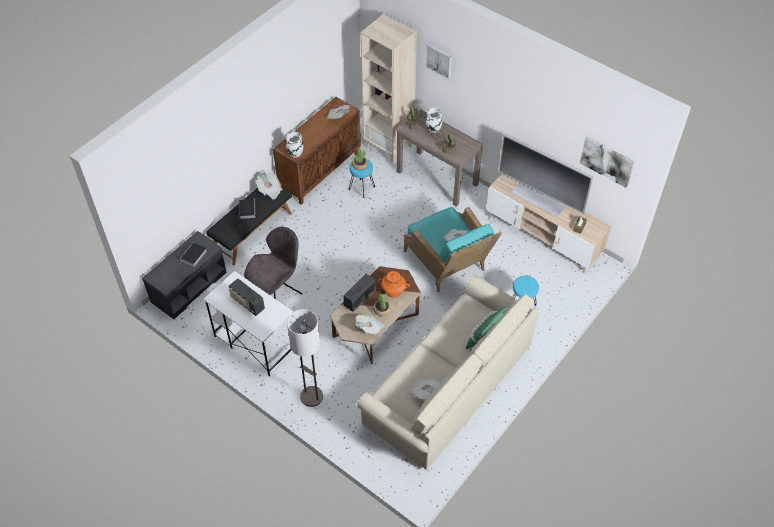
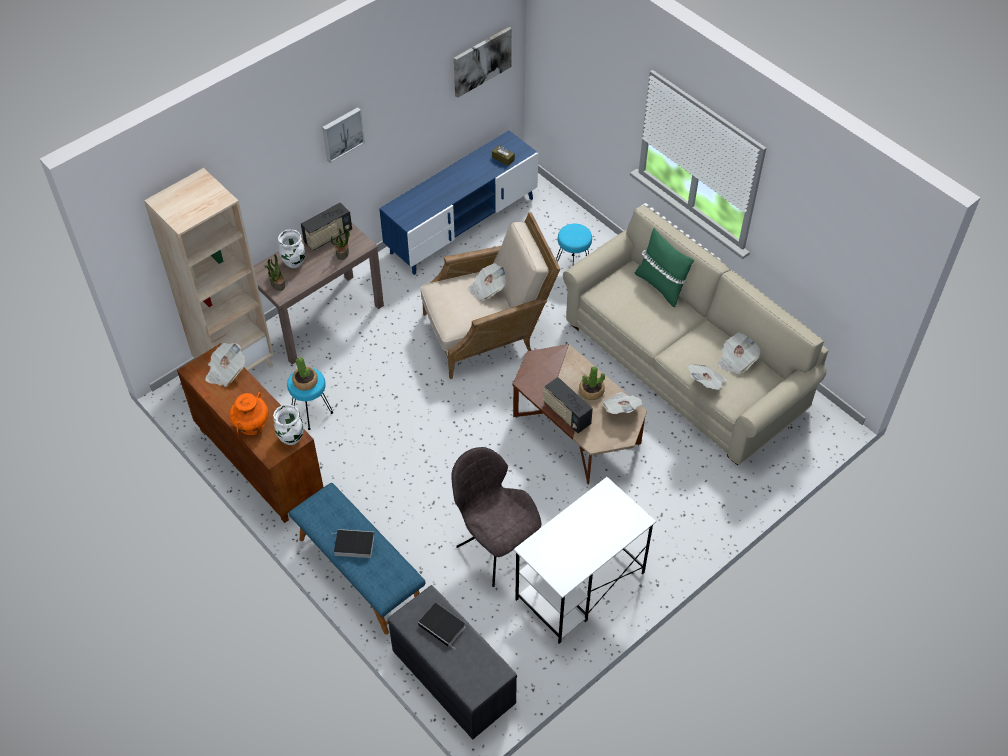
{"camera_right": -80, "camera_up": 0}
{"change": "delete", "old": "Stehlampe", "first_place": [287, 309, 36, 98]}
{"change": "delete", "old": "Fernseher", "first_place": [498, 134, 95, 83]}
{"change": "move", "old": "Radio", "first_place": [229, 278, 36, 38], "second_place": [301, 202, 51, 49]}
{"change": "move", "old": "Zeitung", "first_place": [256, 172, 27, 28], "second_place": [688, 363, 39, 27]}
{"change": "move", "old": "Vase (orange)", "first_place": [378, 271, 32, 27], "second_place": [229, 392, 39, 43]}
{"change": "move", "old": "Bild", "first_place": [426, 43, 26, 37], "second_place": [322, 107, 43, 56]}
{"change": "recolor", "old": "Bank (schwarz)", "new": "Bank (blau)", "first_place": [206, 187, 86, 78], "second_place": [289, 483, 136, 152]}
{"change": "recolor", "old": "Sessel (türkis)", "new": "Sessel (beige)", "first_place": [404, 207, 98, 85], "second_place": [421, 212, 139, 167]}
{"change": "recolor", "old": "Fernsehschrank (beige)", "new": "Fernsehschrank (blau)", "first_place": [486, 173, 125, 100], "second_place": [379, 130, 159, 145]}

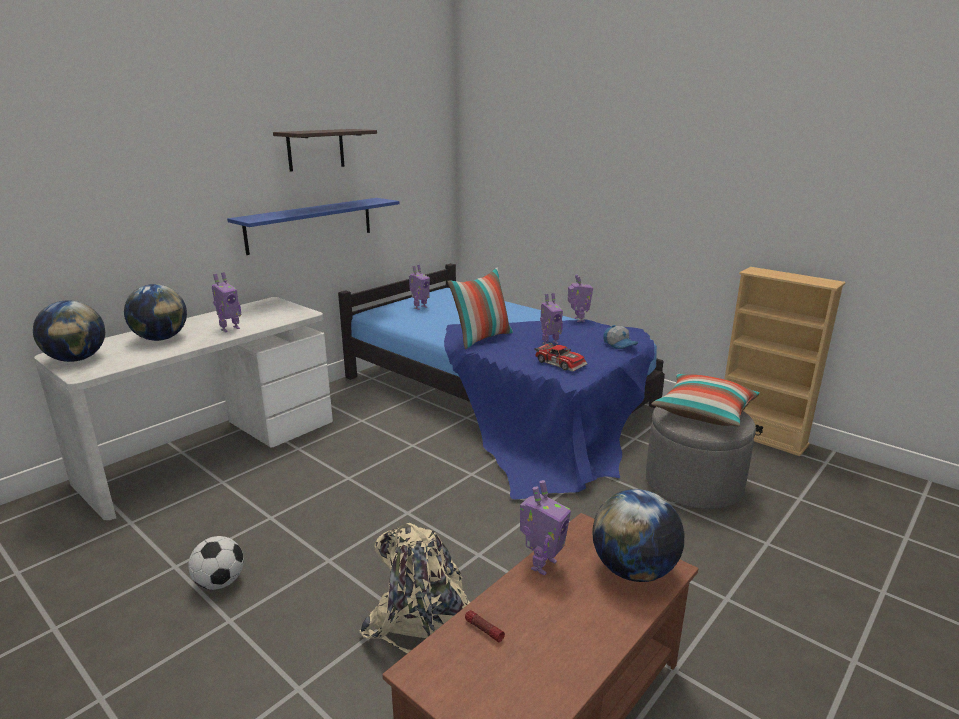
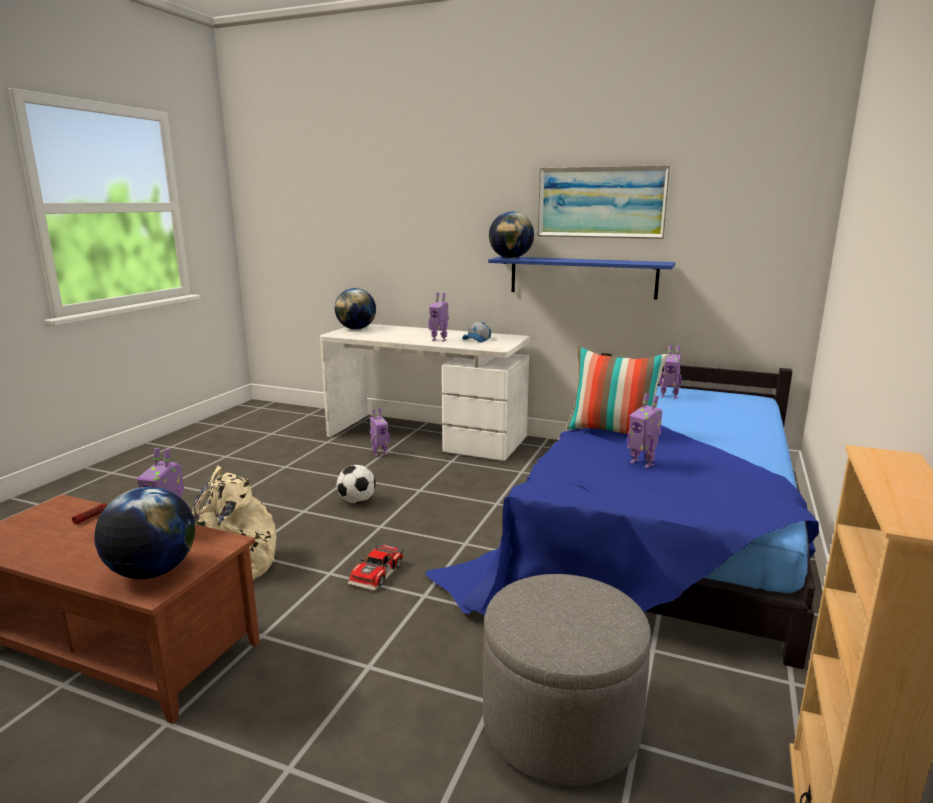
{"camera_right": 70, "camera_up": -5}
{"change": "delete", "old": "Kissen", "first_place": [651, 374, 109, 52]}
{"change": "move", "old": "Globus", "first_place": [124, 284, 63, 57], "second_place": [489, 211, 45, 47]}
{"change": "move", "old": "Fußball", "first_place": [188, 536, 56, 54], "second_place": [337, 465, 39, 39]}
{"change": "move", "old": "Spielzeugauto", "first_place": [534, 342, 53, 30], "second_place": [348, 542, 56, 49]}
{"change": "move", "old": "Spielzeugroboter", "first_place": [568, 274, 25, 48], "second_place": [370, 408, 20, 49]}
{"change": "move", "old": "Kappe", "first_place": [604, 325, 34, 24], "second_place": [463, 322, 28, 20]}
{"change": "replace", "old": "Wandregal", "new": "Bild", "first_place": [273, 129, 104, 43], "second_place": [537, 165, 134, 74]}

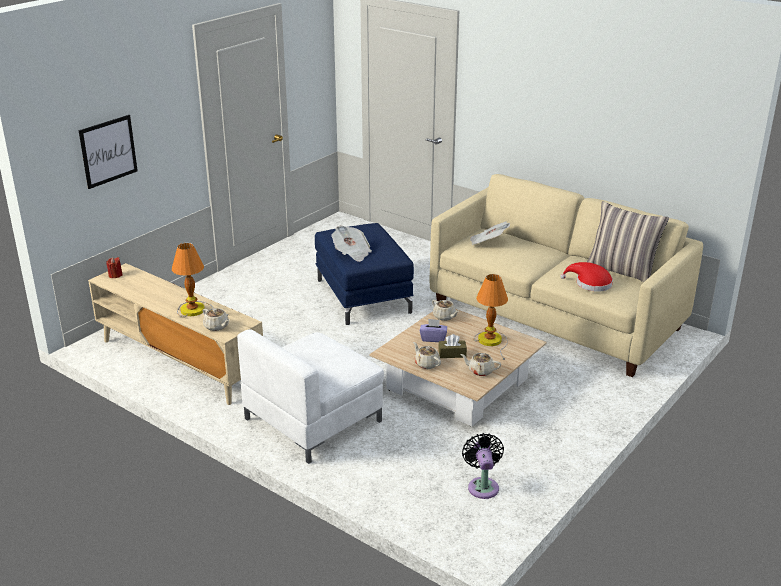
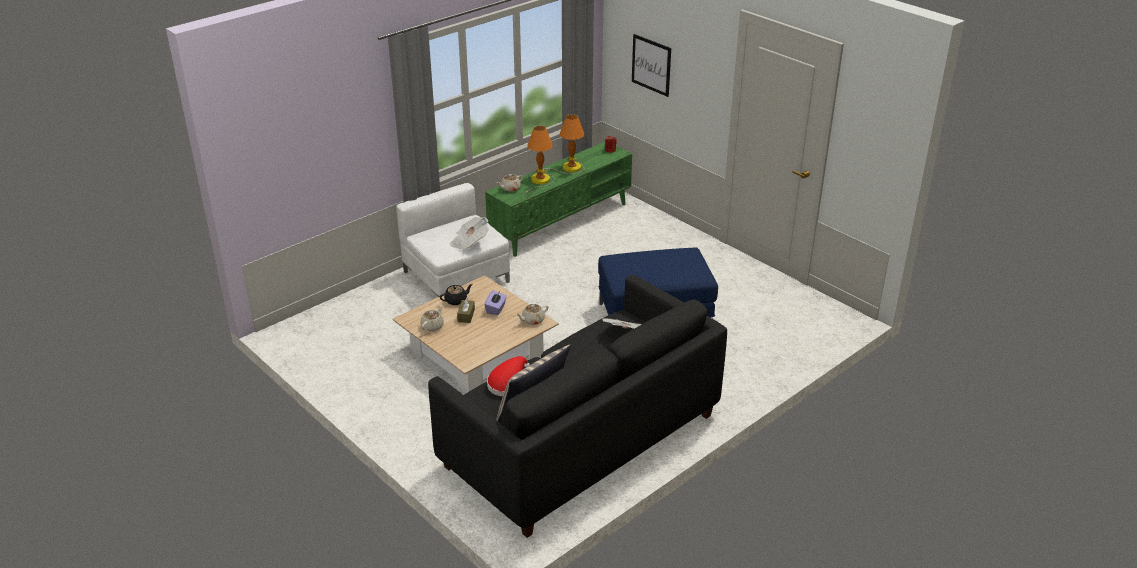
{"camera_right": 100, "camera_up": 5}
{"change": "delete", "old": "Ventilator (schwarz)", "first_place": [462, 433, 42, 66]}
{"change": "move", "old": "Zeitung", "first_place": [331, 225, 41, 37], "second_place": [450, 217, 39, 34]}
{"change": "move", "old": "Tischlampe", "first_place": [473, 274, 35, 86], "second_place": [543, 114, 42, 60]}
{"change": "recolor", "old": "Fernsehschrank (beige)", "new": "Fernsehschrank (grün)", "first_place": [88, 263, 175, 142], "second_place": [485, 142, 147, 115]}
{"change": "recolor", "old": "Teekanne (beige)", "new": "Teekanne (schwarz)", "first_place": [413, 342, 28, 27], "second_place": [440, 284, 33, 21]}
{"change": "recolor", "old": "Sofa (beige)", "new": "Sofa (schwarz)", "first_place": [430, 174, 273, 203], "second_place": [428, 275, 299, 263]}

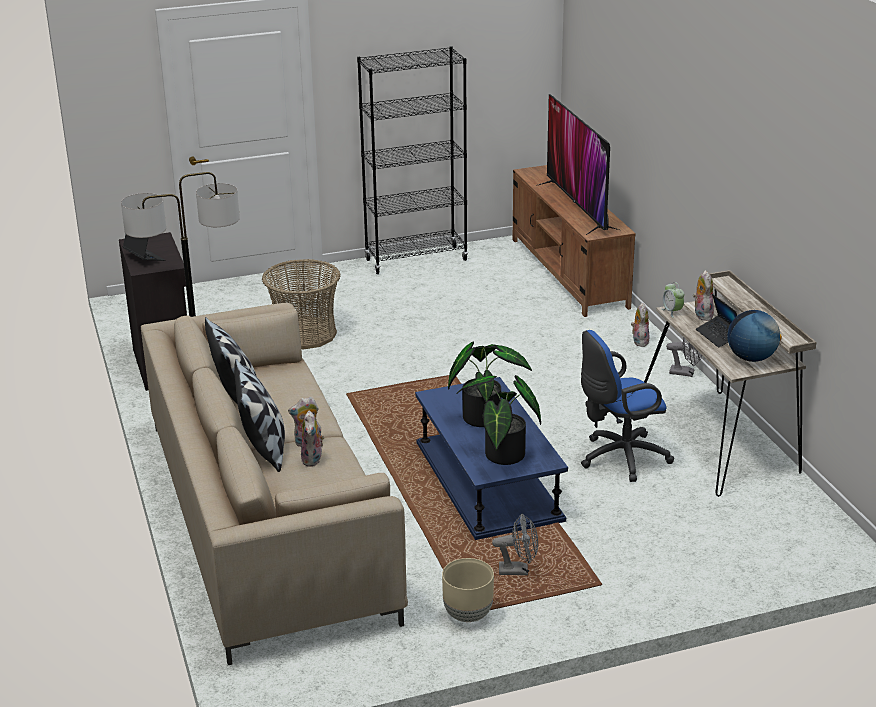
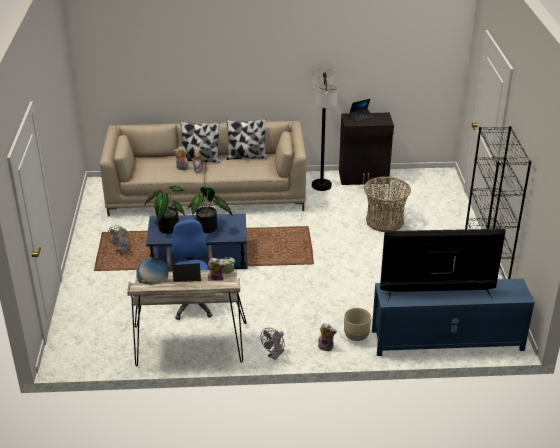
{"camera_right": 105, "camera_up": 5}
{"change": "move", "old": "Pflanzkübel (beige)", "first_place": [442, 558, 52, 64], "second_place": [344, 308, 27, 33]}
{"change": "recolor", "old": "Fernsehschrank (braun)", "new": "Fernsehschrank (blau)", "first_place": [513, 165, 123, 152], "second_place": [372, 278, 163, 78]}

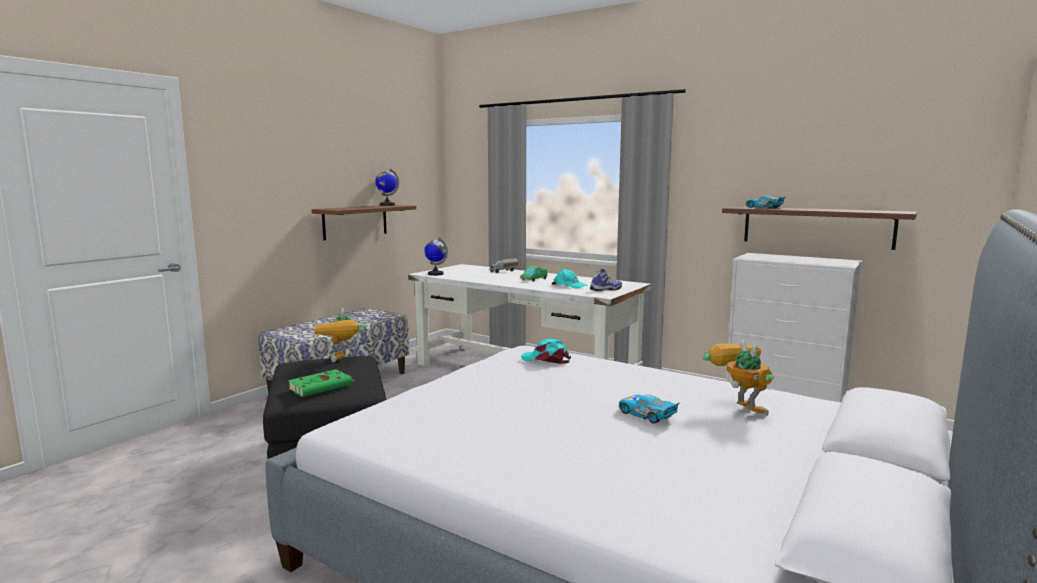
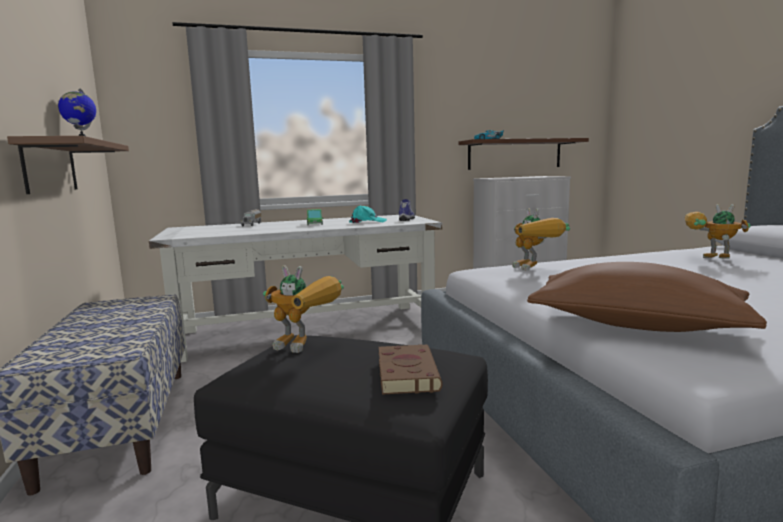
{"camera_right": -50, "camera_up": 0}
{"change": "delete", "old": "Globus", "first_place": [424, 238, 24, 38]}
{"change": "delete", "old": "Spielzeugauto", "first_place": [619, 394, 60, 30]}
{"change": "insert", "new": "Kissen (braun)", "second_place": [527, 262, 240, 70]}
{"change": "replace", "old": "Kappe (türkis)", "new": "Spielzeugroboter", "first_place": [521, 339, 50, 25], "second_place": [512, 208, 58, 63]}
{"change": "recolor", "old": "Buch (grün)", "new": "Buch (braun)", "first_place": [288, 369, 67, 28], "second_place": [378, 344, 65, 51]}

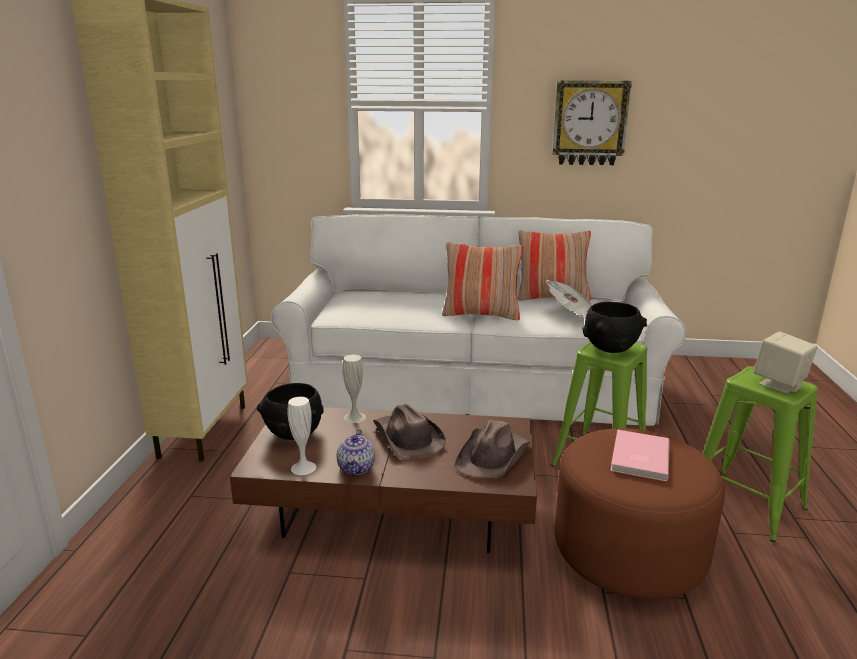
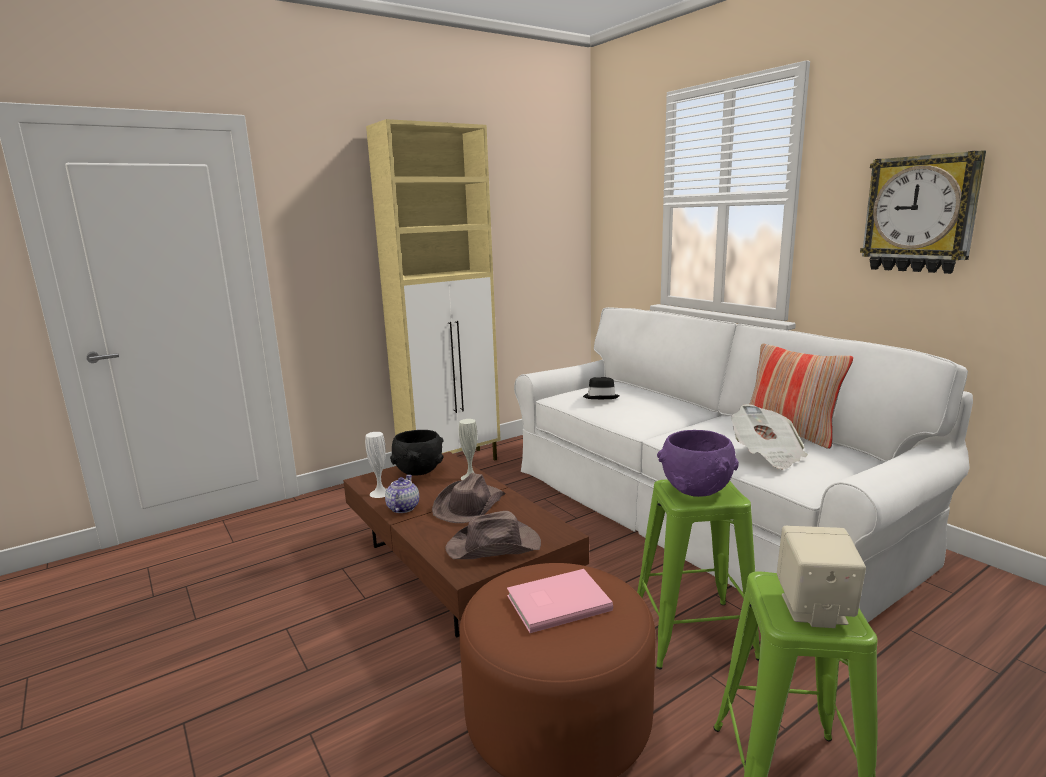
{"camera_right": 50, "camera_up": -5}
{"change": "delete", "old": "Kissen", "first_place": [442, 242, 82, 78]}
{"change": "insert", "new": "Hut (schwarz)", "second_place": [583, 377, 37, 22]}
{"change": "recolor", "old": "Schüssel (schwarz)", "new": "Schüssel (lila)", "first_place": [582, 302, 65, 51], "second_place": [657, 430, 82, 67]}
{"change": "rotate", "old": "Teekanne", "first_place": [337, 429, 38, 46], "second_place": [385, 475, 34, 38], "degrees": 135}

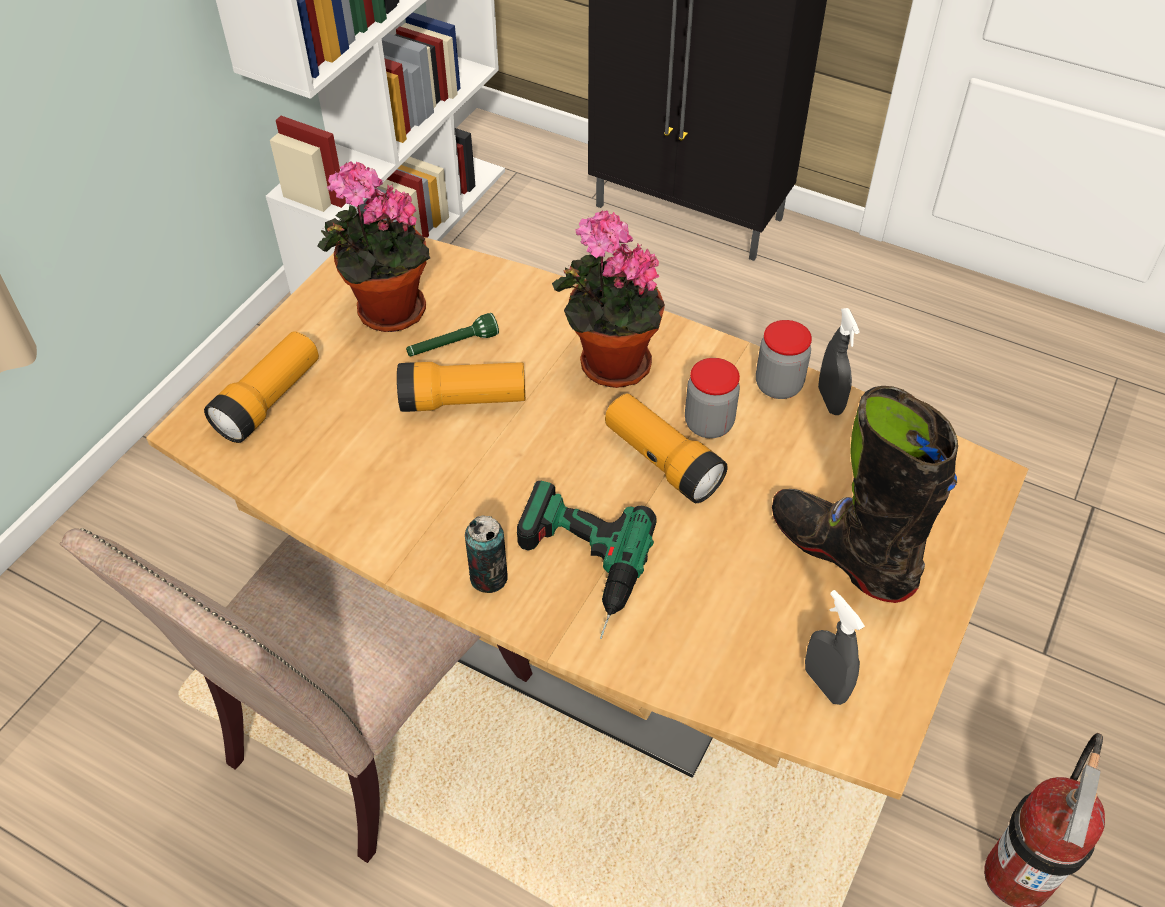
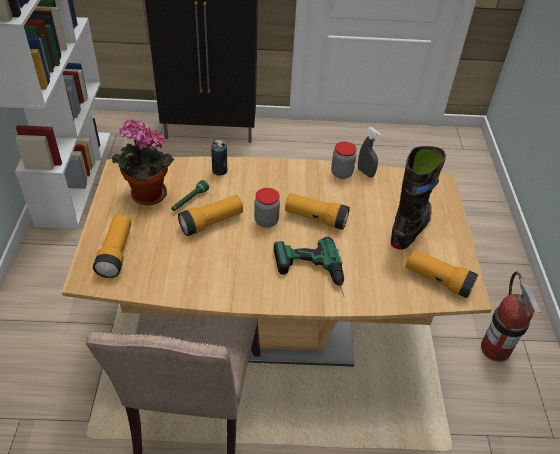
{"camera_right": -30, "camera_up": -5}
{"change": "delete", "old": "Topfpflanze", "first_place": [552, 210, 113, 178]}
{"change": "move", "old": "Dose", "first_place": [465, 516, 43, 77], "second_place": [211, 140, 16, 36]}
{"change": "move", "old": "Vorratsglas", "first_place": [685, 358, 55, 80], "second_place": [254, 188, 26, 40]}
{"change": "replace", "old": "Sprühflasche (grau)", "new": "Taschenlampe", "first_place": [805, 590, 60, 115], "second_place": [406, 249, 72, 49]}
{"change": "rotate", "old": "Stiefel (schwarz)", "first_place": [772, 386, 186, 217], "second_place": [391, 146, 55, 104], "degrees": 105}

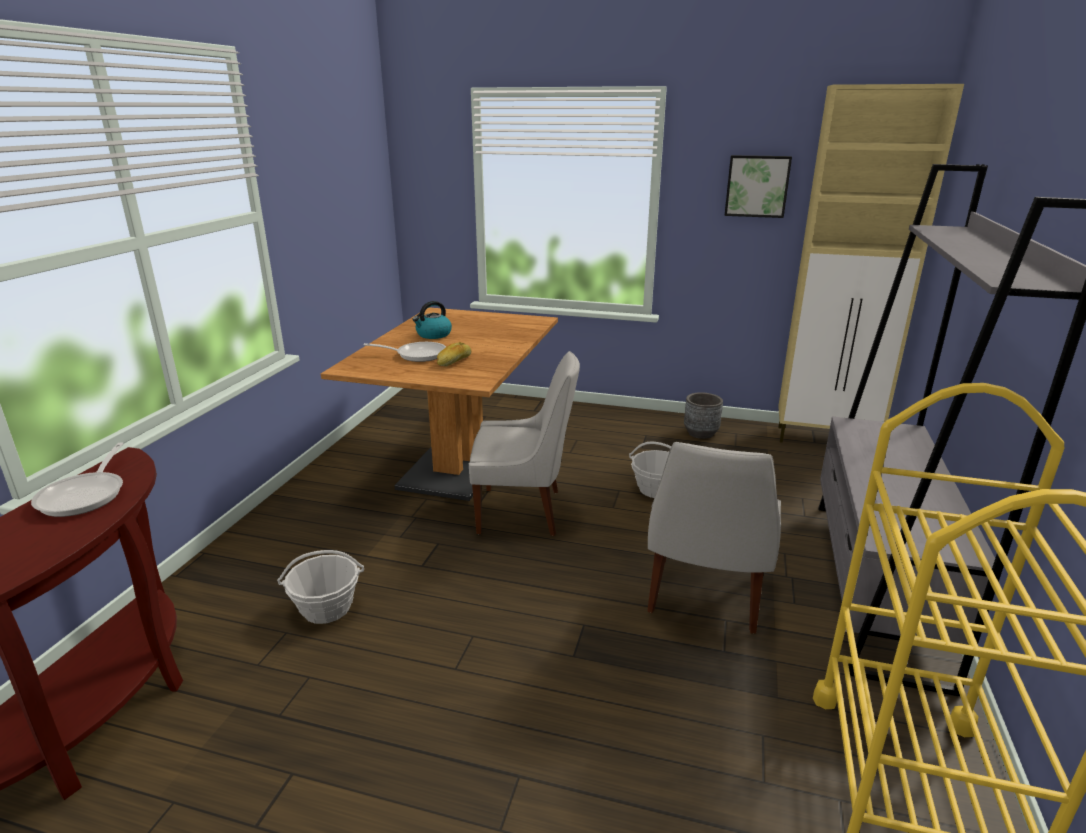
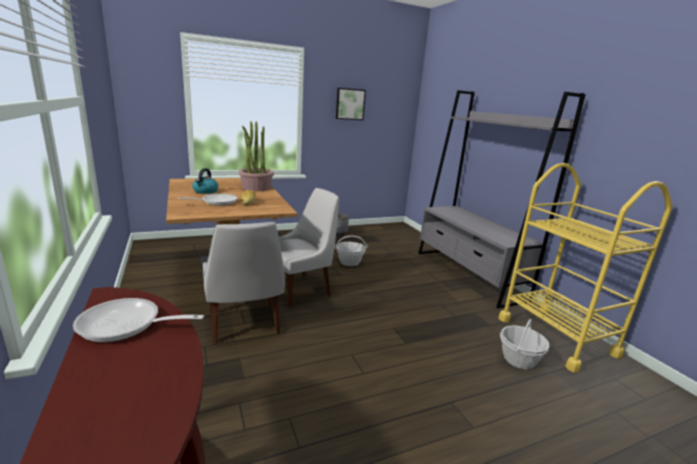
{"camera_right": -40, "camera_up": -5}
{"change": "delete", "old": "Schrank (beige)", "first_place": [778, 84, 186, 359]}
{"change": "insert", "new": "Topfpflanze", "second_place": [238, 121, 36, 70]}
{"change": "move", "old": "Korb", "first_place": [277, 550, 87, 74], "second_place": [500, 319, 49, 50]}
{"change": "move", "old": "Stuhl (weiß)", "first_place": [647, 442, 134, 192], "second_place": [203, 222, 82, 121]}
{"change": "rotate", "old": "Pfanne", "first_place": [31, 442, 93, 75], "second_place": [73, 298, 131, 44], "degrees": 135}

